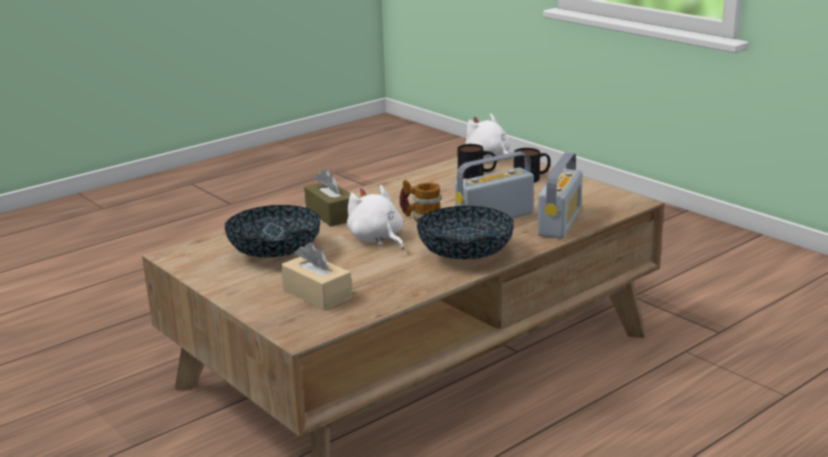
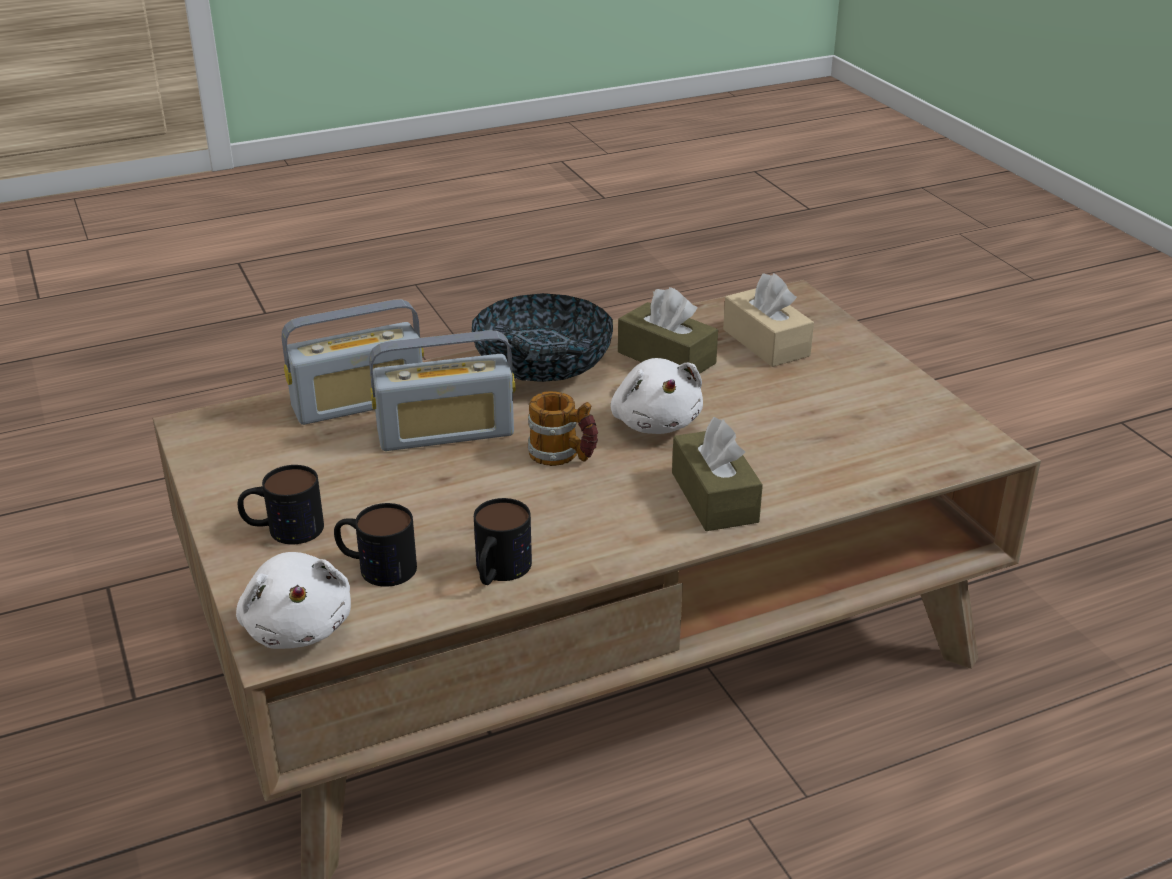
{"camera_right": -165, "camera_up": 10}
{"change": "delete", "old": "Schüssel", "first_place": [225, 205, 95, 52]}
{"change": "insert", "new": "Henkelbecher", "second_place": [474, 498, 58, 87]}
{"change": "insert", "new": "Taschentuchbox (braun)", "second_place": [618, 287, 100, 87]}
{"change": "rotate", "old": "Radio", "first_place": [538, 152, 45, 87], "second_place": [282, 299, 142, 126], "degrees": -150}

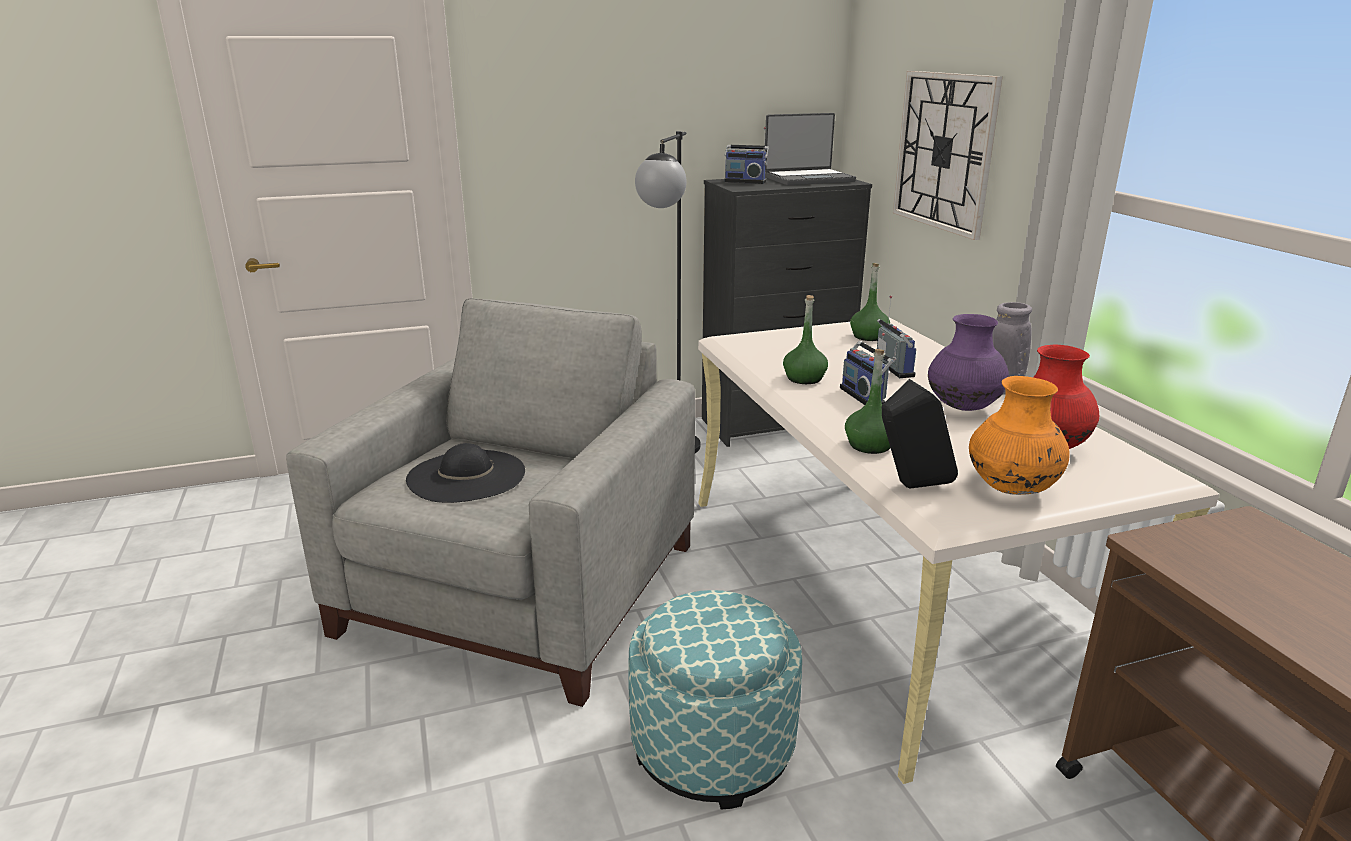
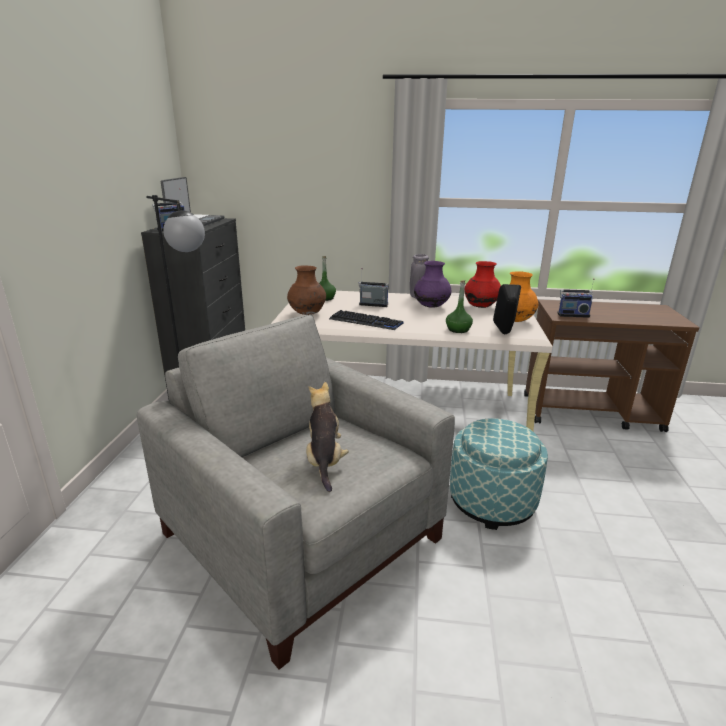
{"camera_right": -65, "camera_up": 0}
{"change": "delete", "old": "Wanduhr", "first_place": [893, 71, 110, 169]}
{"change": "insert", "new": "Vase (braun)", "second_place": [287, 265, 39, 50]}
{"change": "move", "old": "Radio", "first_place": [840, 333, 53, 72], "second_place": [557, 278, 38, 40]}
{"change": "replace", "old": "Hut (schwarz)", "new": "Plüschtier", "first_place": [406, 443, 119, 60], "second_place": [306, 382, 43, 110]}
{"change": "replace", "old": "Flasche (grün)", "new": "Tastatur", "first_place": [783, 295, 45, 89], "second_place": [329, 310, 74, 20]}

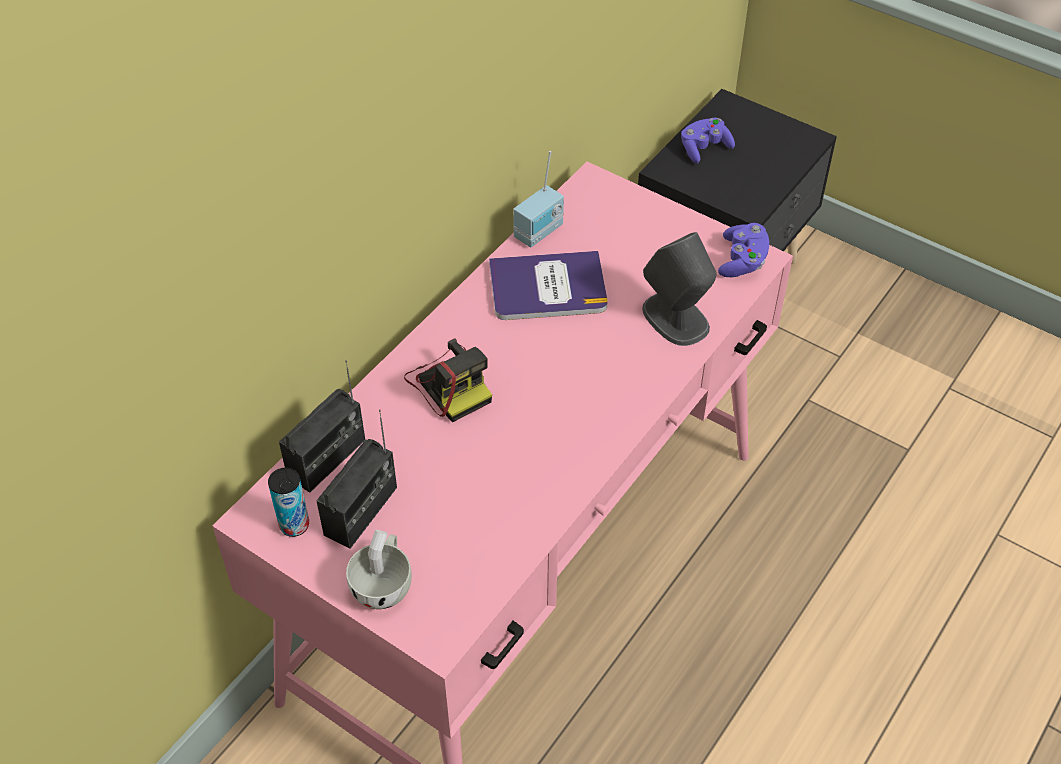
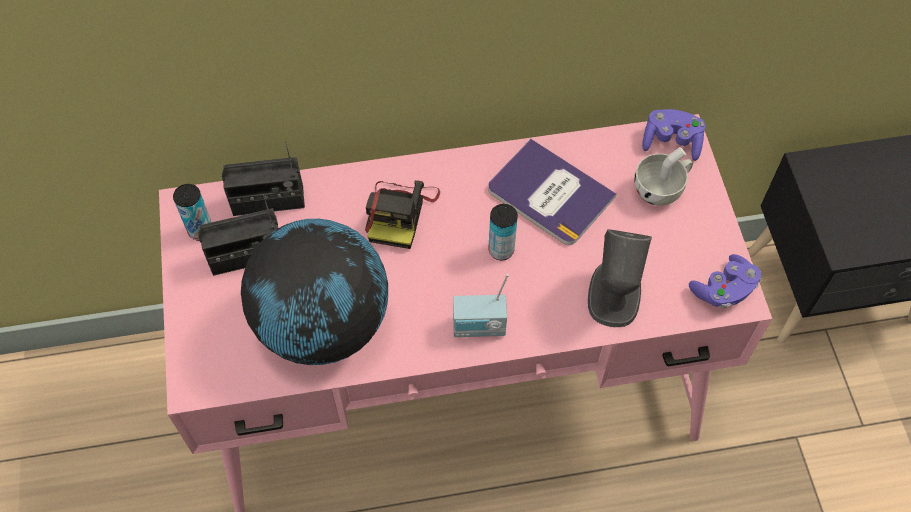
{"camera_right": 45, "camera_up": 10}
{"change": "insert", "new": "Globus", "second_place": [241, 219, 147, 146]}
{"change": "insert", "new": "Dose", "second_place": [488, 204, 30, 56]}
{"change": "move", "old": "Tasse (weiß)", "first_place": [346, 530, 66, 79], "second_place": [634, 147, 59, 59]}
{"change": "move", "old": "Radio", "first_place": [513, 151, 51, 97], "second_place": [453, 274, 56, 63]}
{"change": "move", "old": "Gamepad (lila)", "first_place": [681, 118, 54, 46], "second_place": [642, 109, 63, 52]}

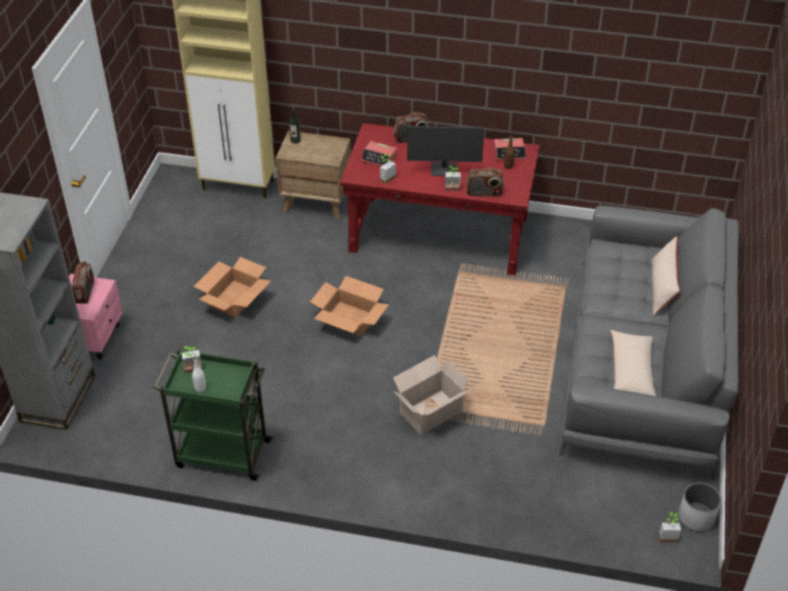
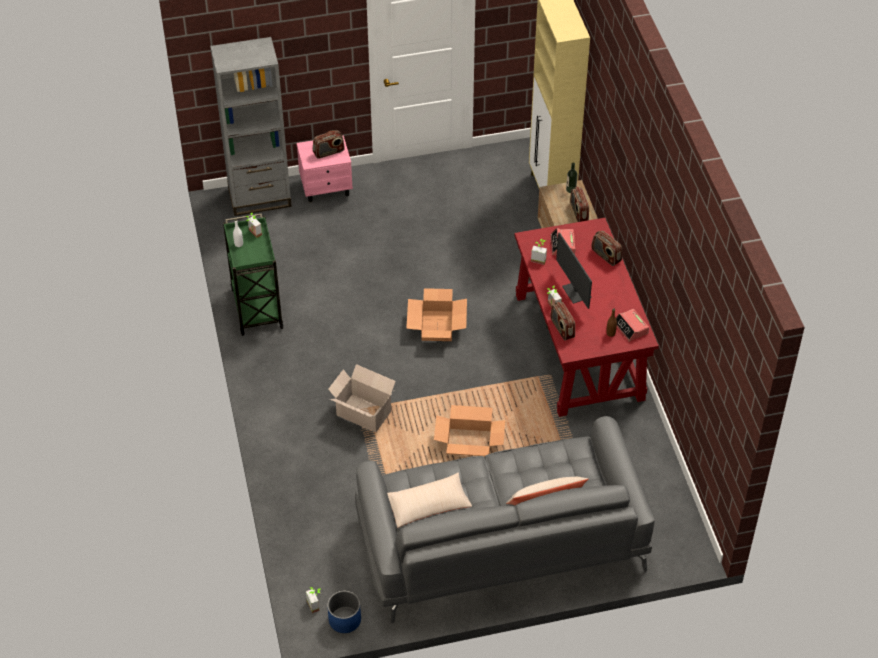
{"camera_right": 65, "camera_up": 5}
{"change": "insert", "new": "Radio", "second_place": [570, 187, 19, 35]}
{"change": "move", "old": "Karton", "first_place": [193, 257, 78, 60], "second_place": [434, 405, 71, 51]}
{"change": "recolor", "old": "Pflanzkübel (weiß)", "new": "Pflanzkübel (blau)", "first_place": [679, 483, 42, 48], "second_place": [328, 591, 33, 42]}

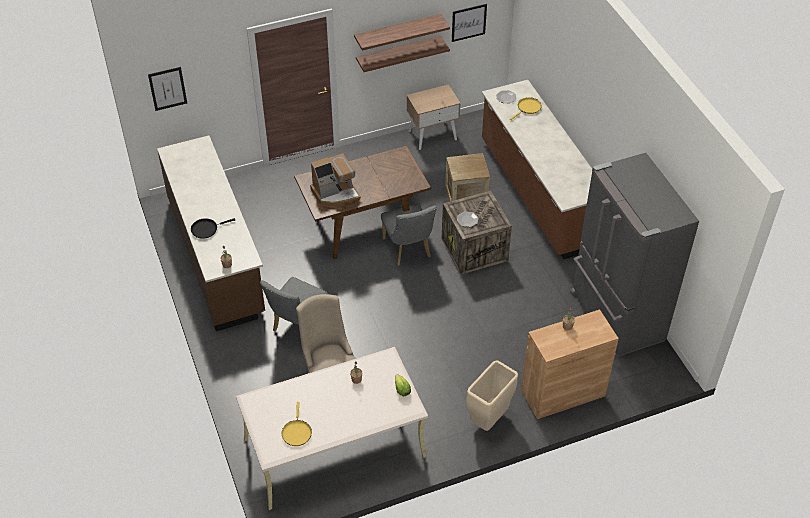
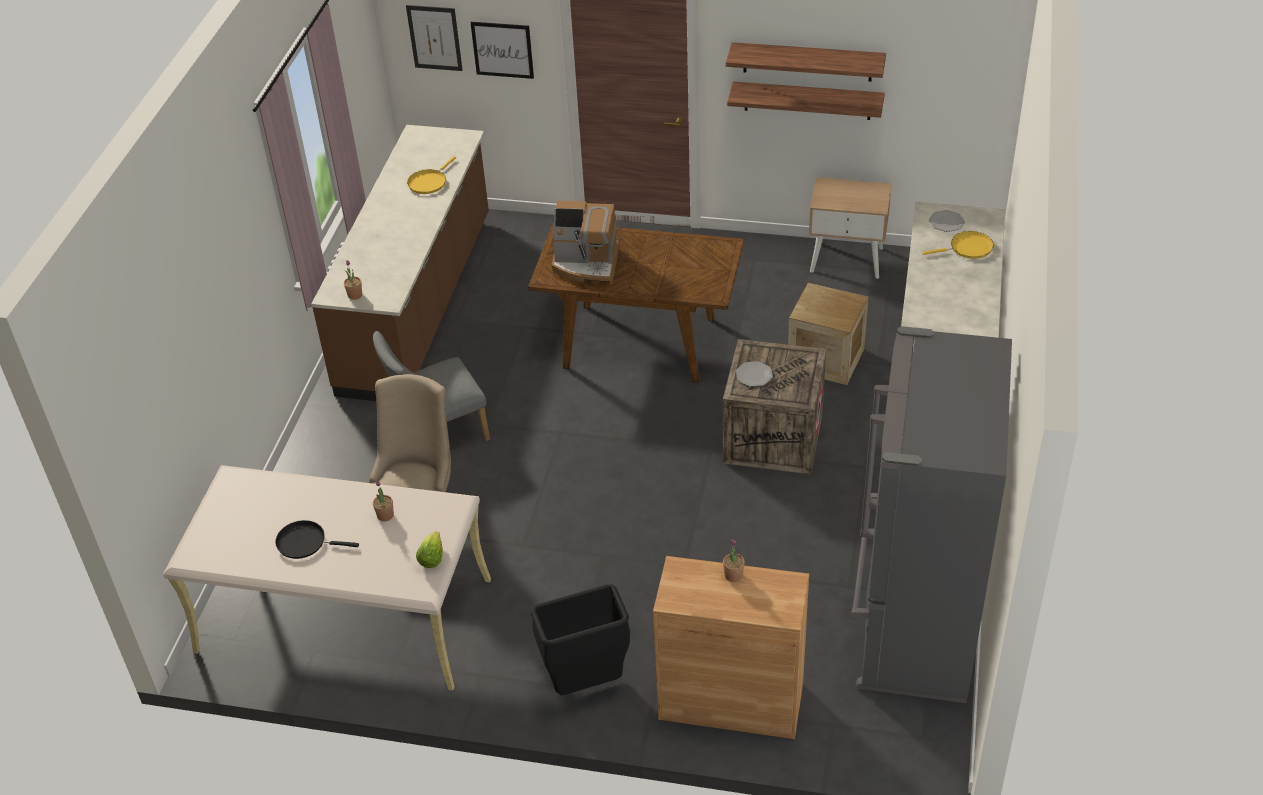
{"camera_right": 35, "camera_up": -5}
{"change": "delete", "old": "Stuhl (grau)", "first_place": [381, 204, 56, 62]}
{"change": "move", "old": "Pfanne (schwarz)", "first_place": [191, 218, 44, 21], "second_place": [275, 520, 84, 39]}
{"change": "move", "old": "Pfanne (gelb)", "first_place": [282, 402, 30, 44], "second_place": [407, 156, 49, 38]}
{"change": "move", "old": "Bild", "first_place": [452, 4, 35, 38], "second_place": [470, 22, 64, 57]}
{"change": "recolor", "old": "Mülleimer (beige)", "new": "Mülleimer (schwarz)", "first_place": [466, 360, 52, 71], "second_place": [530, 585, 100, 110]}

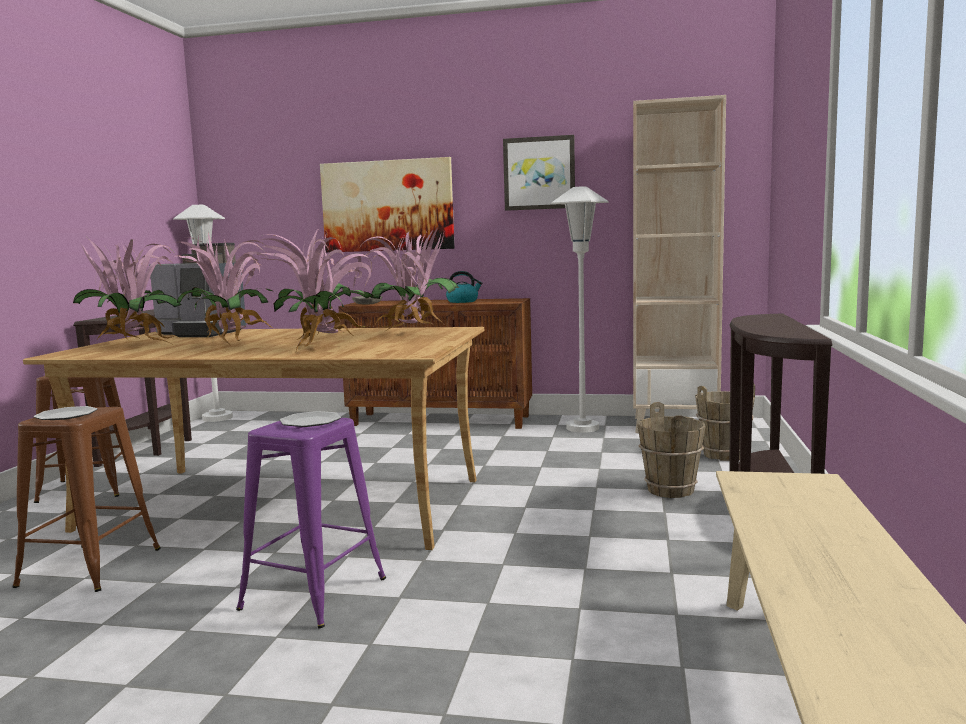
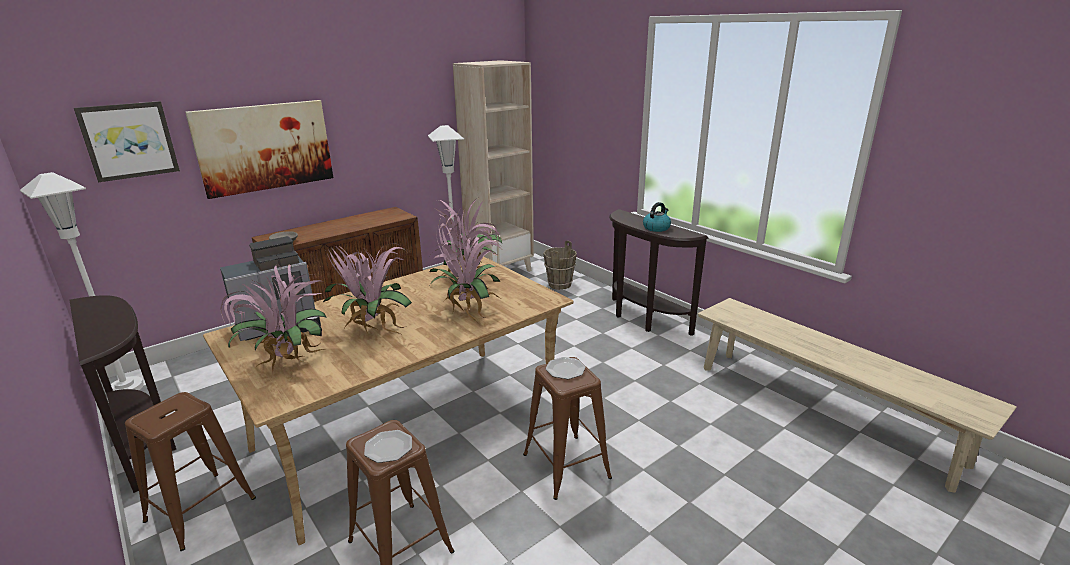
{"camera_right": -50, "camera_up": 15}
{"change": "delete", "old": "Eimer (braun)", "first_place": [637, 402, 69, 96]}
{"change": "move", "old": "Wasserkessel", "first_place": [446, 271, 37, 32], "second_place": [643, 202, 28, 30]}
{"change": "move", "old": "Bild", "first_place": [503, 135, 72, 76], "second_place": [74, 101, 106, 81]}
{"change": "recolor", "old": "Hocker (lila)", "new": "Hocker (braun)", "first_place": [236, 418, 150, 210], "second_place": [523, 357, 89, 143]}

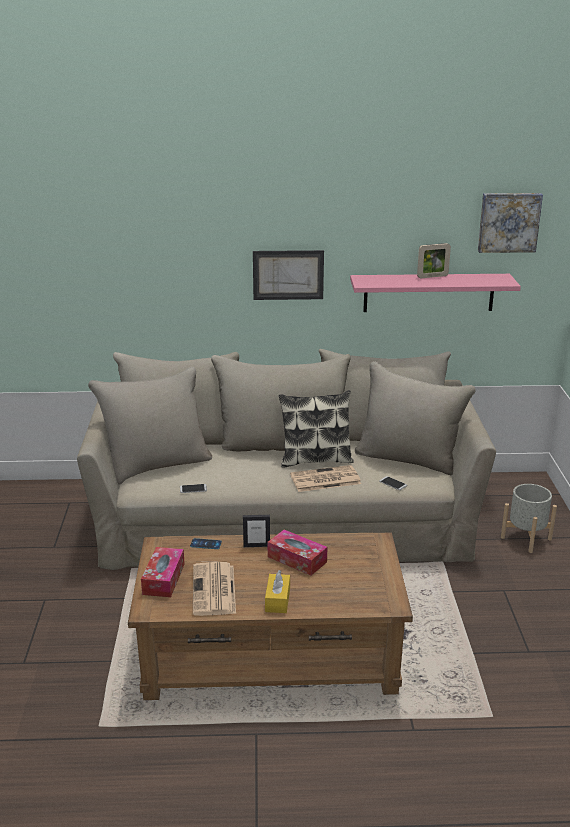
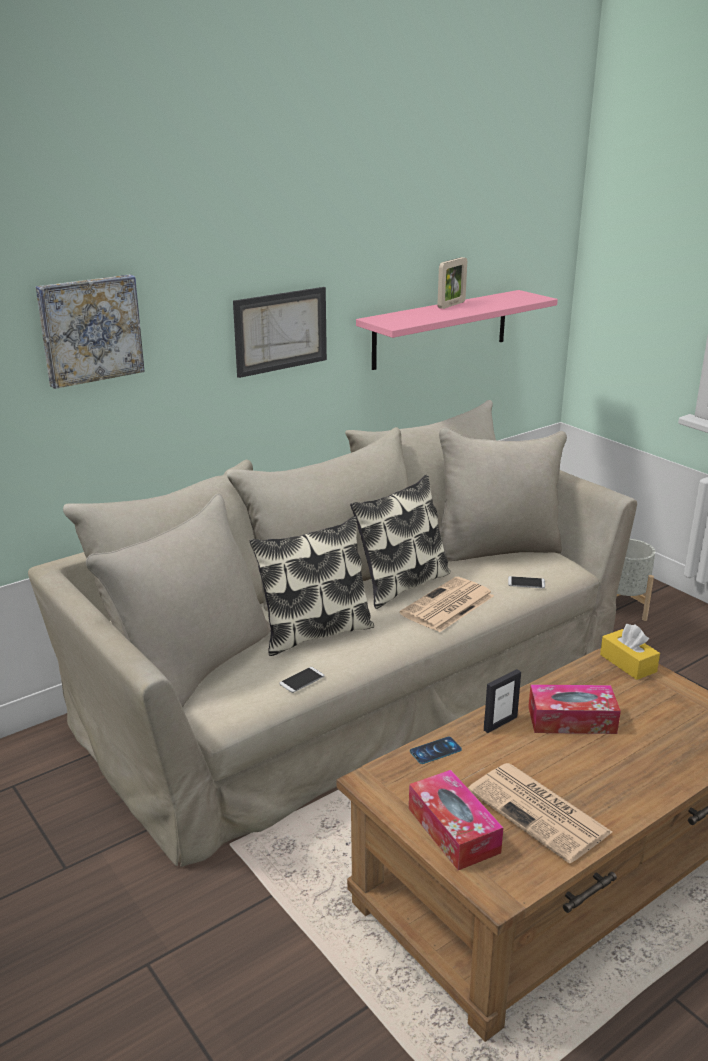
{"camera_right": -35, "camera_up": 0}
{"change": "insert", "new": "Kissen", "second_place": [249, 516, 125, 140]}
{"change": "move", "old": "Taschentuchbox (gelb)", "first_place": [265, 570, 25, 43], "second_place": [600, 624, 60, 56]}
{"change": "move", "old": "Bild", "first_place": [478, 193, 65, 60], "second_place": [36, 274, 109, 115]}

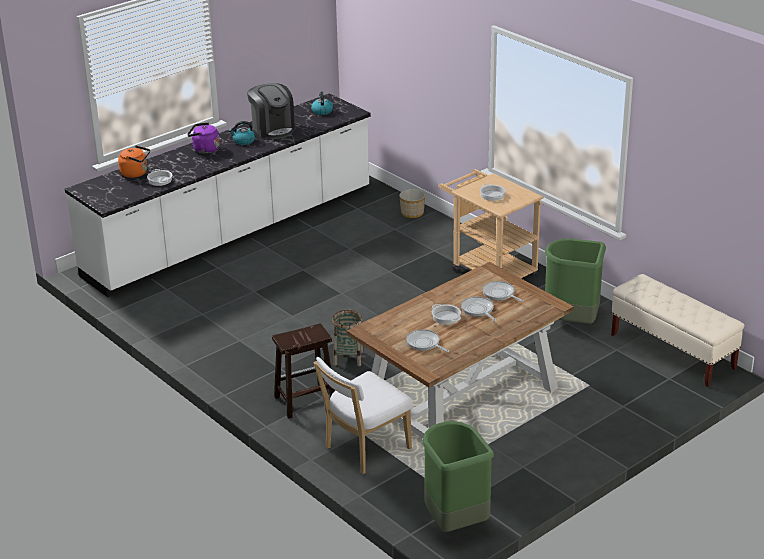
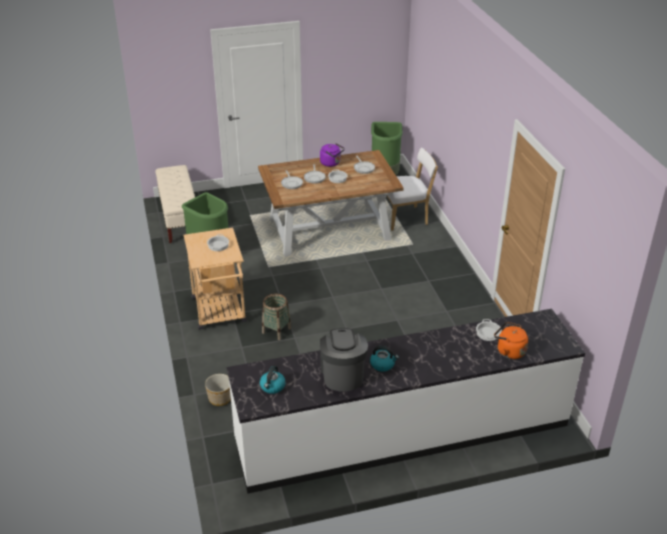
{"camera_right": -155, "camera_up": 5}
{"change": "delete", "old": "Hocker (braun)", "first_place": [272, 323, 63, 96]}
{"change": "move", "old": "Wasserkessel (lila)", "first_place": [187, 122, 33, 32], "second_place": [320, 143, 25, 24]}
{"change": "move", "old": "Korb", "first_place": [332, 310, 32, 56], "second_place": [262, 294, 29, 46]}

